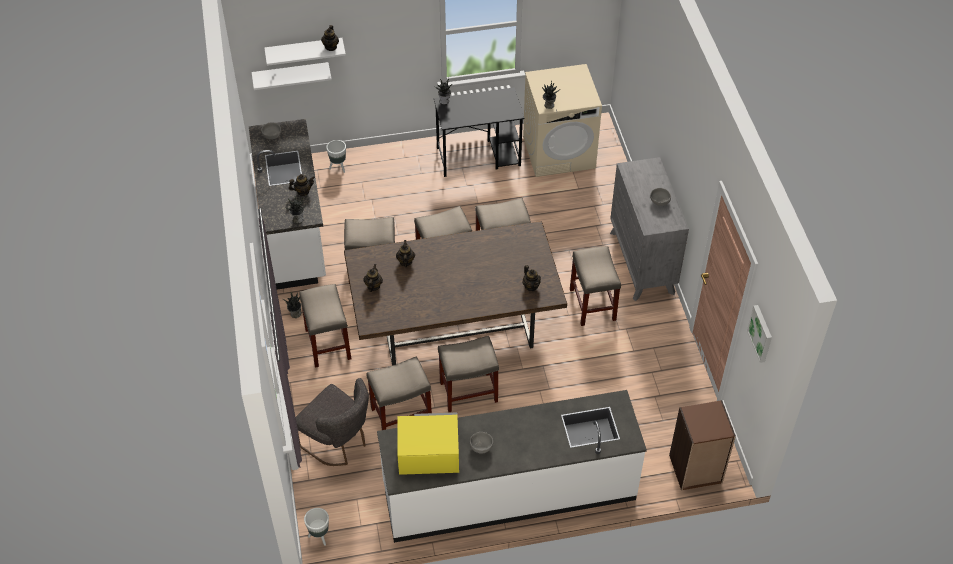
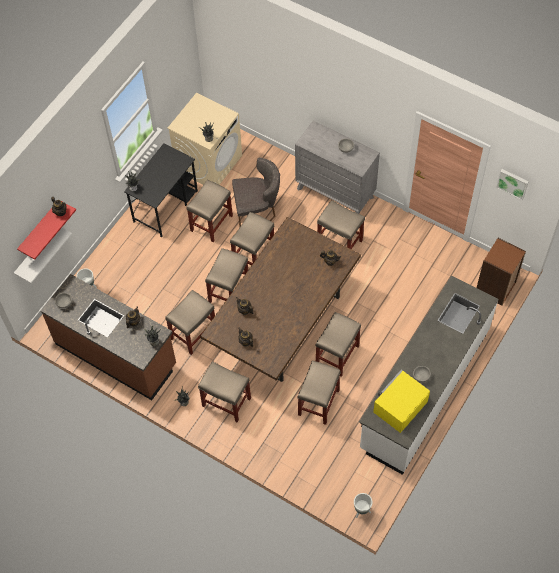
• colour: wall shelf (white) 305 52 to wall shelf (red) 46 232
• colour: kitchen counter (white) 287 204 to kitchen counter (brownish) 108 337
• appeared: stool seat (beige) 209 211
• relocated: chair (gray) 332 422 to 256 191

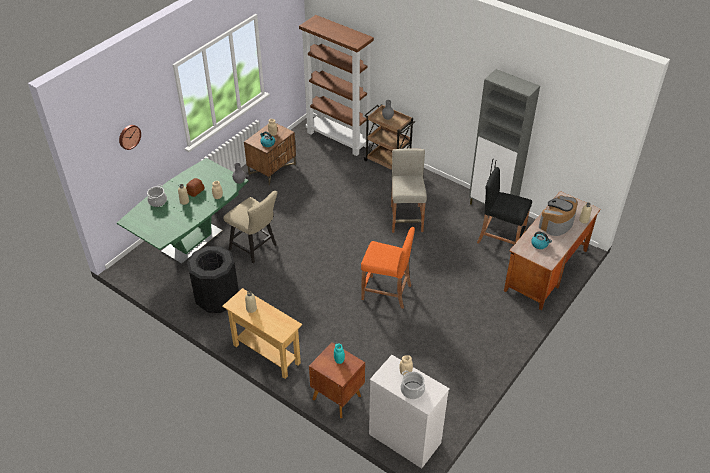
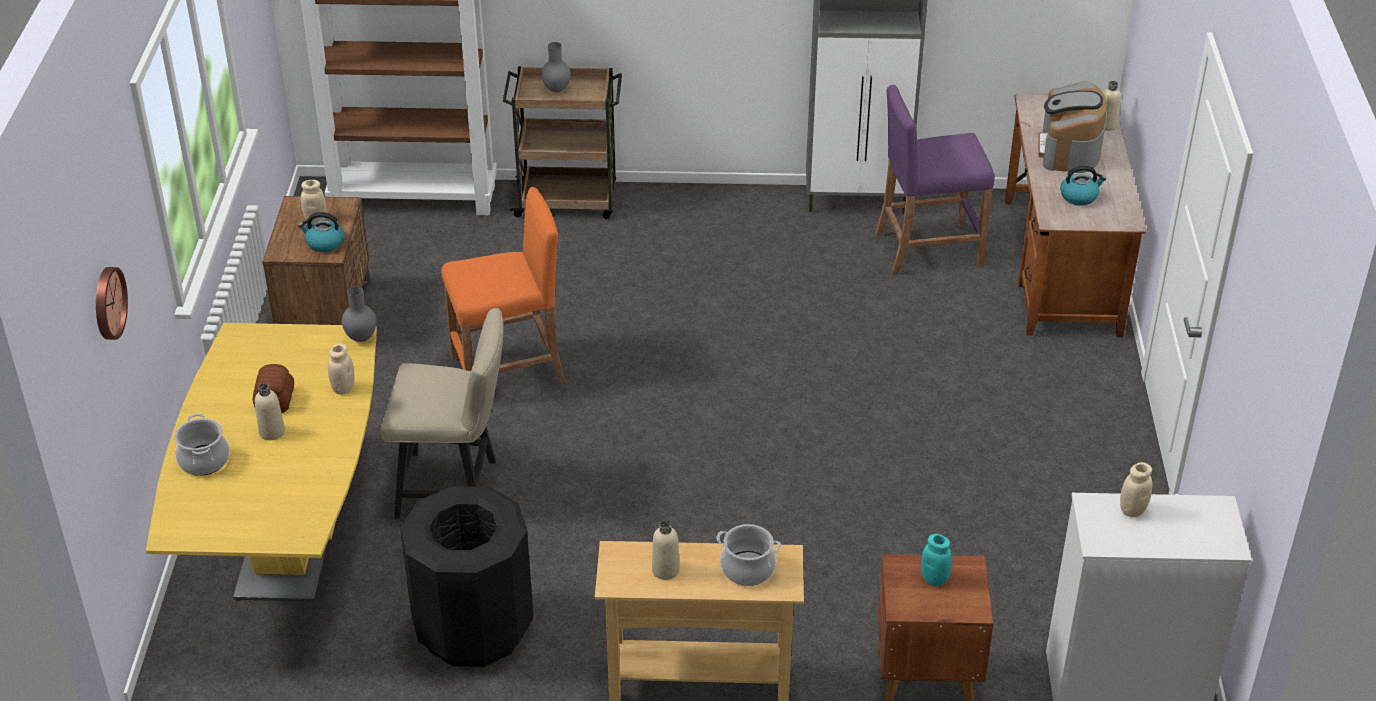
• colour: kitchen table (green-coloured) 182 211 to kitchen table (yellow) 261 462
• relocated: stool seat (orange) 388 268 to 504 286
• relocated: cooking pot 413 384 to 748 555
• colour: stool seat (black) 504 205 to stool seat (purple) 935 180
• missing: stool seat (beige) 409 190

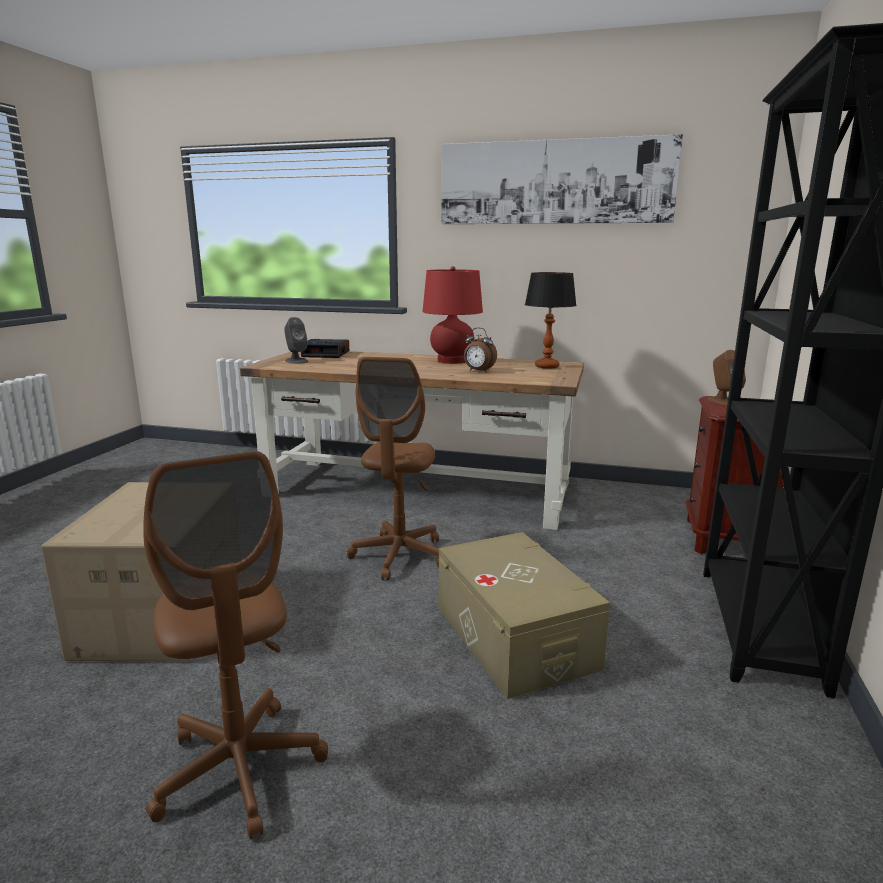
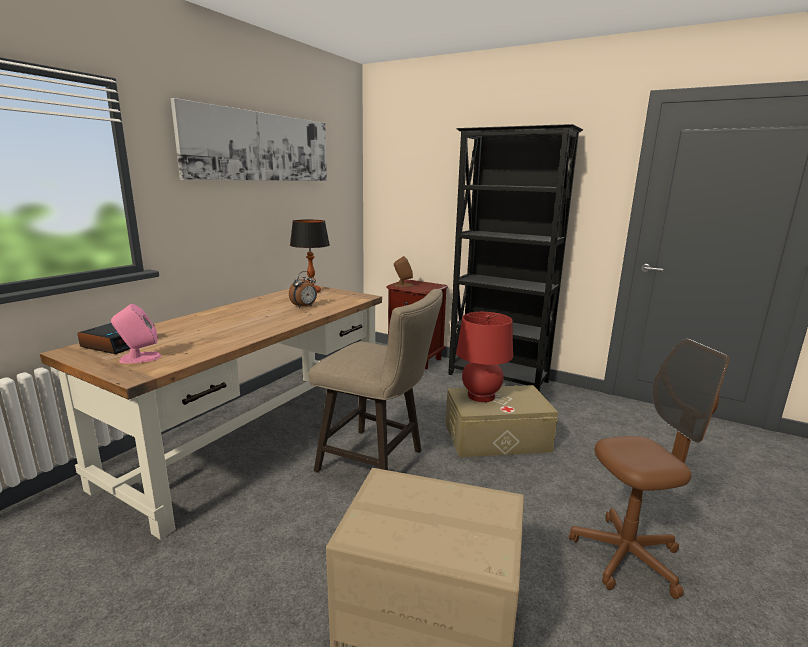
• colour: audio speaker (gray) 296 340 to audio speaker (pinkish) 136 334
• exchanged: desk chair (brownish) 393 469 to stool seat (beige) 375 380
• relocated: lamp for a table (red) 452 315 to 484 357

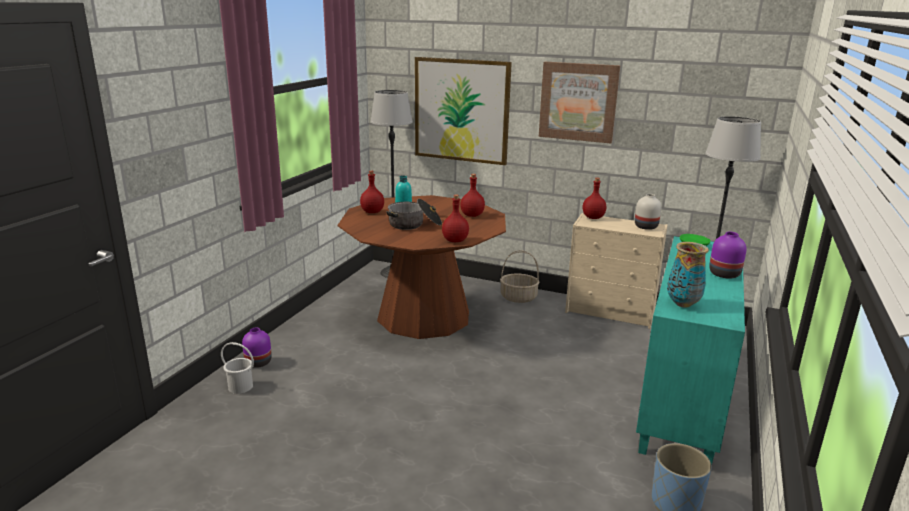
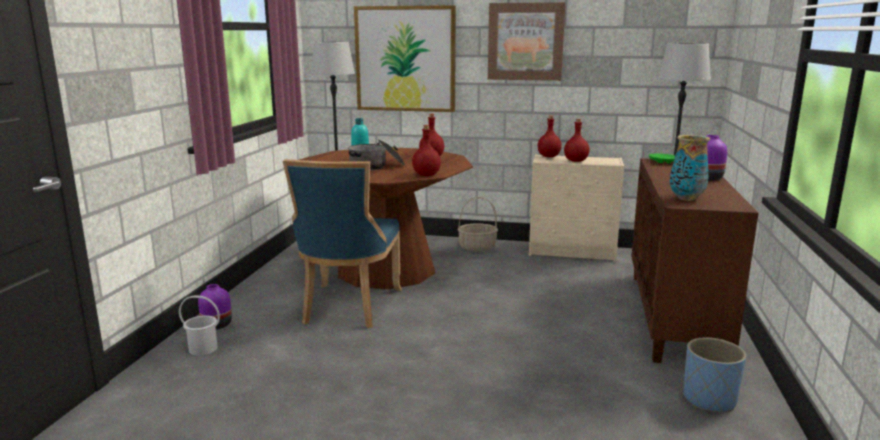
• appeared: chair (bluish) 342 243
• relocated: drink bottle (red) 372 192 to 576 140
• colour: storage cabinet (blue-green) 690 350 to storage cabinet (brownish) 694 260
• missing: decorative vase (white) 648 212

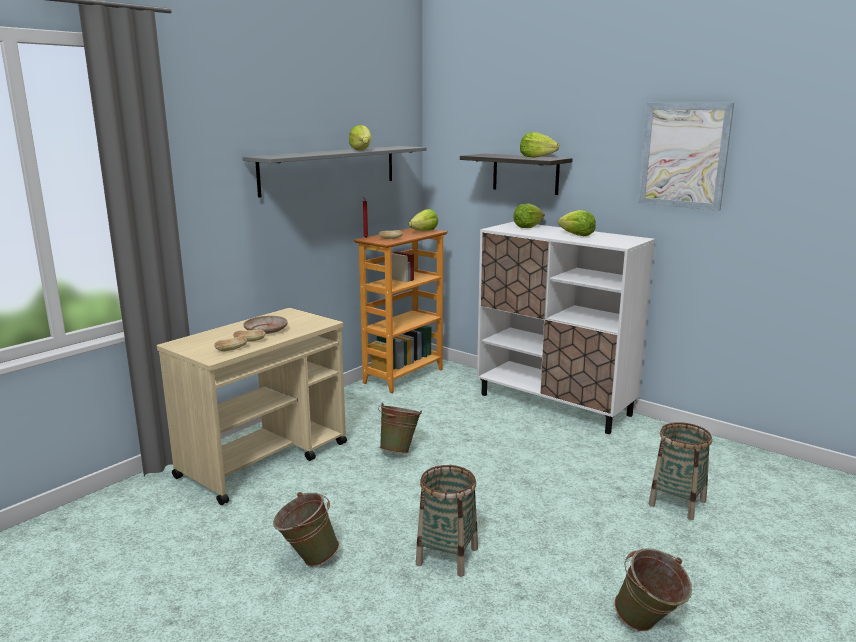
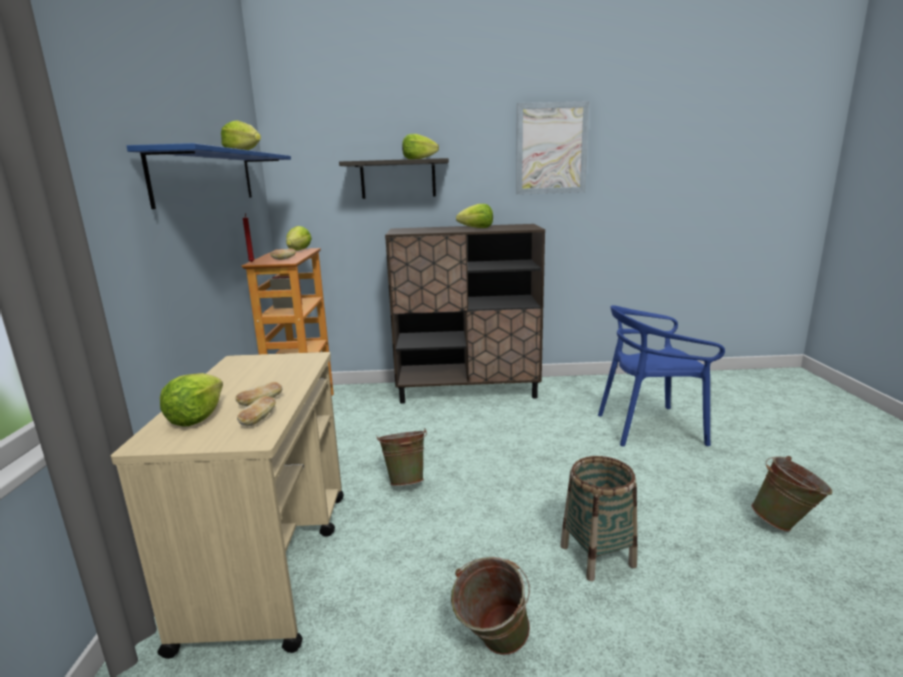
• colour: wall shelf (gray) 334 172 to wall shelf (bluish) 209 176
• relocated: lettuce head 528 215 to 191 400
• colour: storage cabinet (white) 566 328 to storage cabinet (brownish) 465 314
• exchanged: basket 680 471 to chair (bluish) 661 375
• missing: dinner plate (beige) 265 325

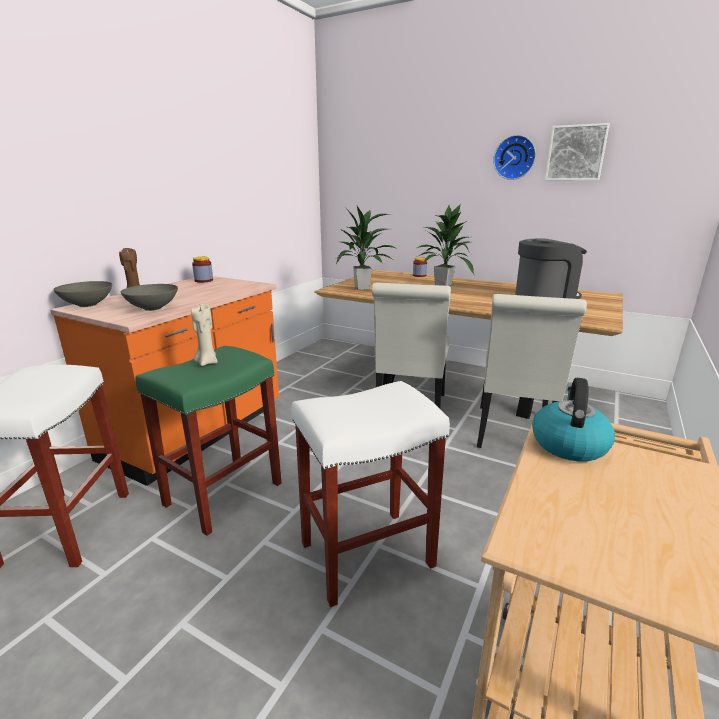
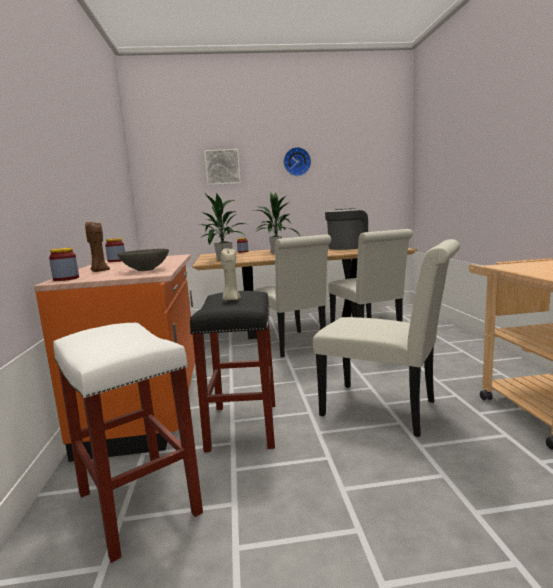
• exchanged: bowl (gray) 82 294 to jar 64 264
• colour: stool seat (green-coloured) 208 441 to stool seat (black) 232 371
• relocated: wall picture 577 151 to 222 167
• exchanged: stool seat (white) 371 494 to chair (white) 386 338
• missing: kettle 573 420

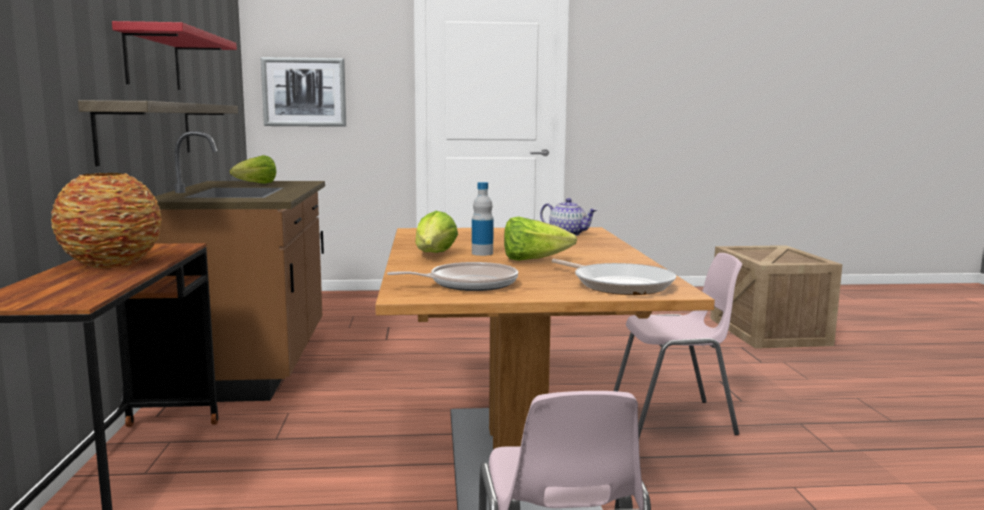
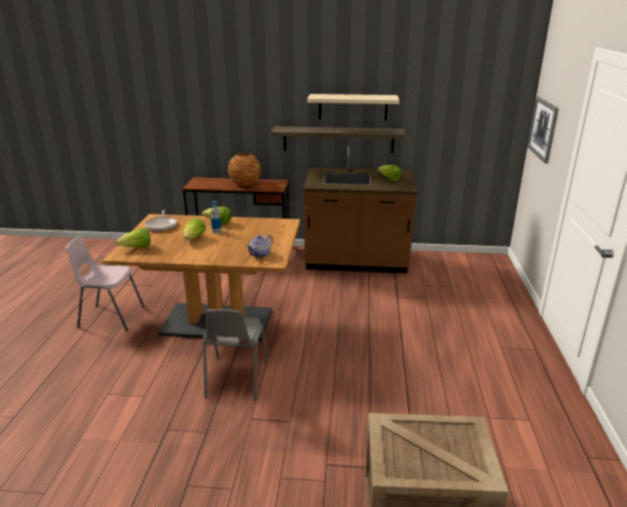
• exchanged: pan 613 277 to lettuce head 133 238
• colour: chair (pinkish) 678 345 to chair (gray) 235 354
• colour: wall shelf (red) 174 55 to wall shelf (beige) 353 107

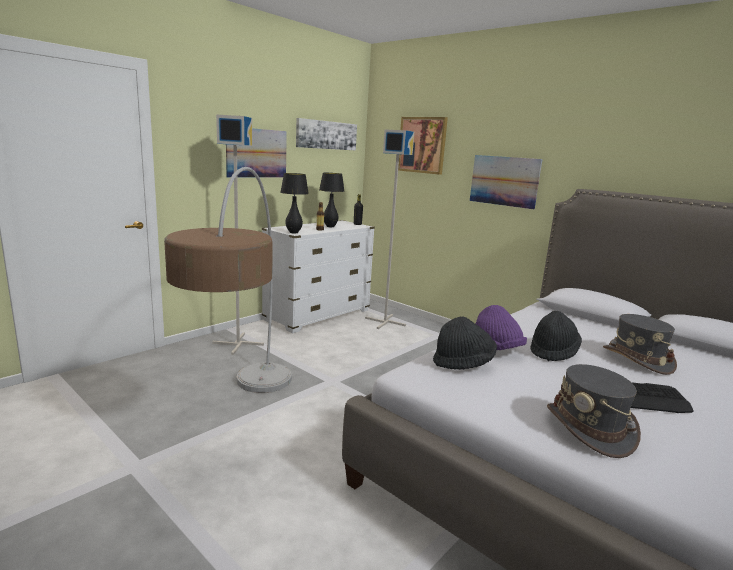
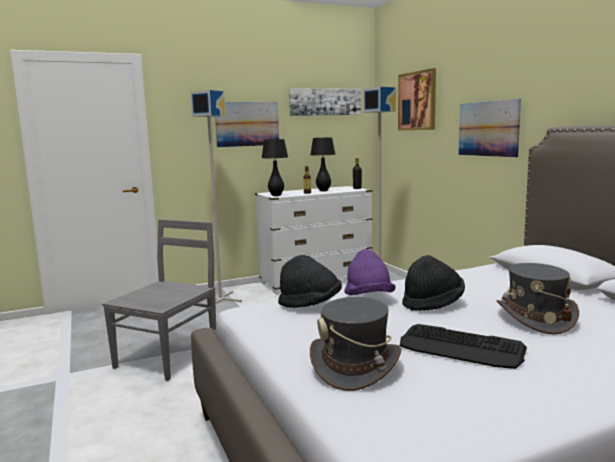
• exchanged: standing lamp 228 280 to chair (gray) 159 300

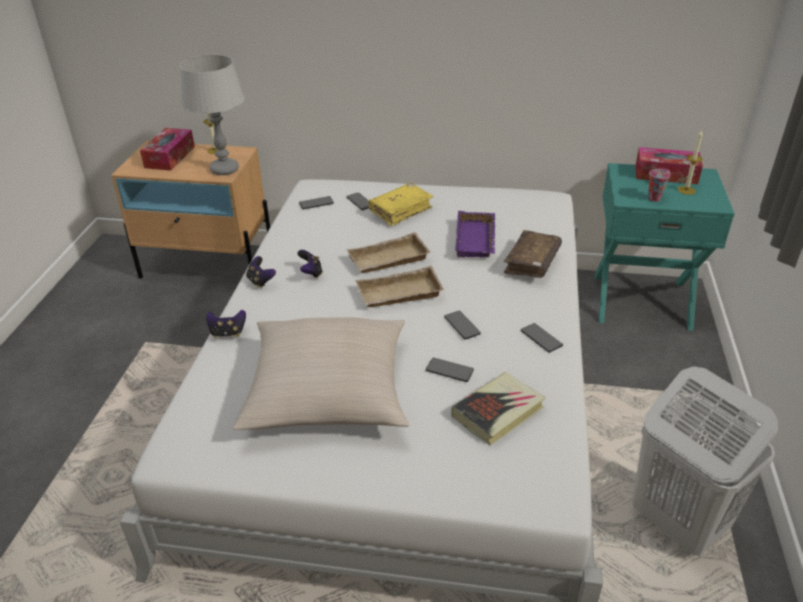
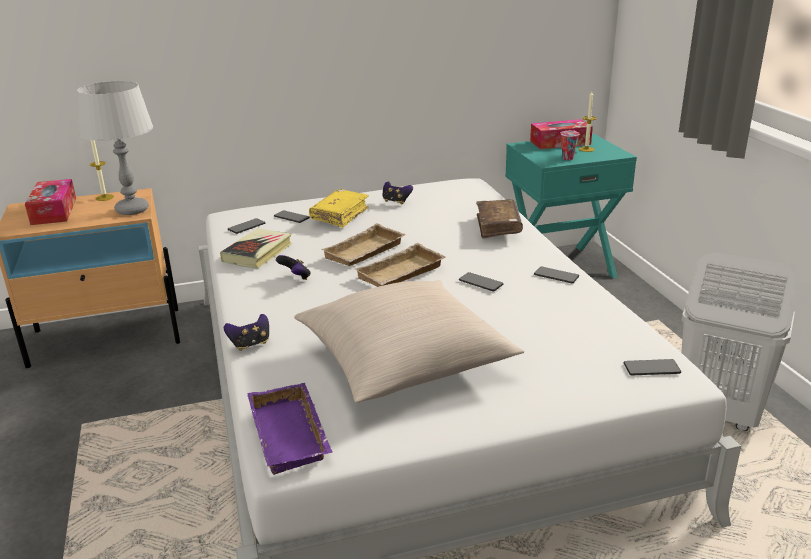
• relocated: volume 498 408 to 256 248
• relocated: carrying tray (purple) 475 234 to 289 429
• relocated: game controller 261 272 to 398 193
• relocated: phone 450 370 to 652 367

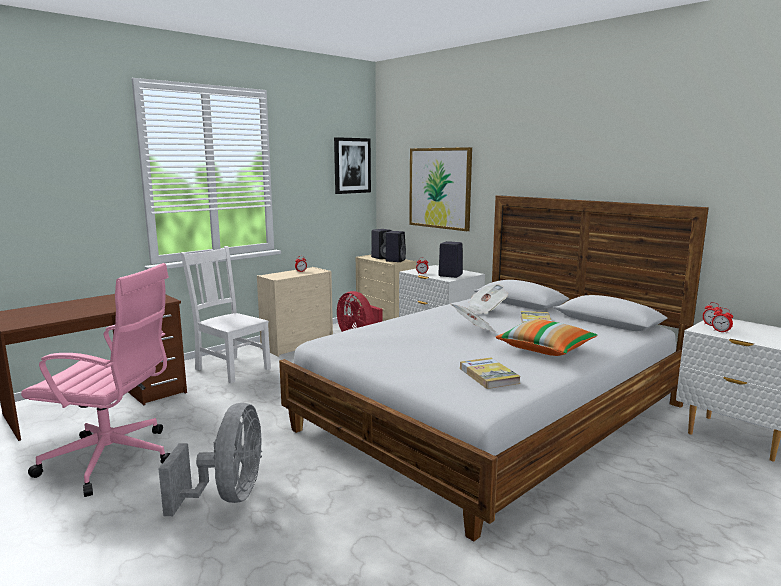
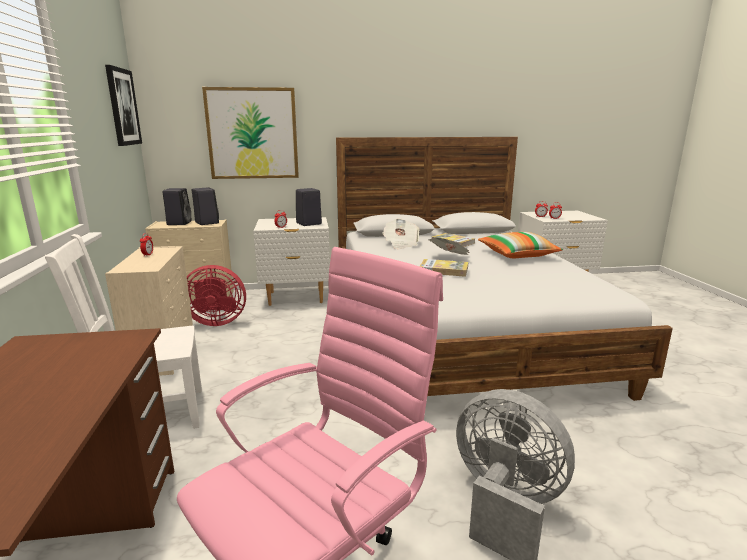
• relocated: volume 490 373 to 444 268

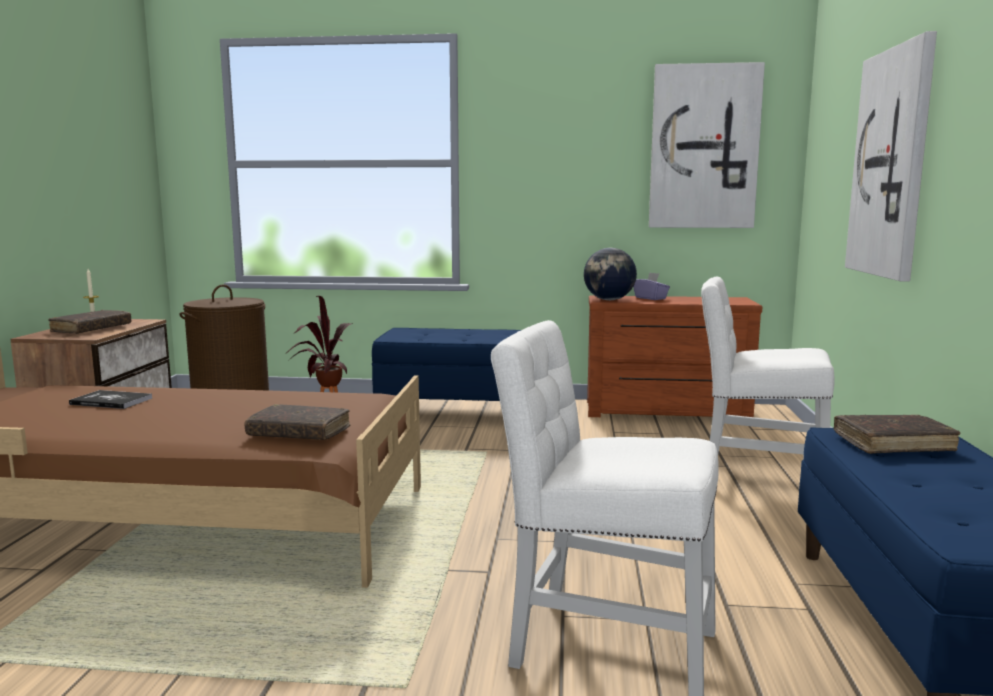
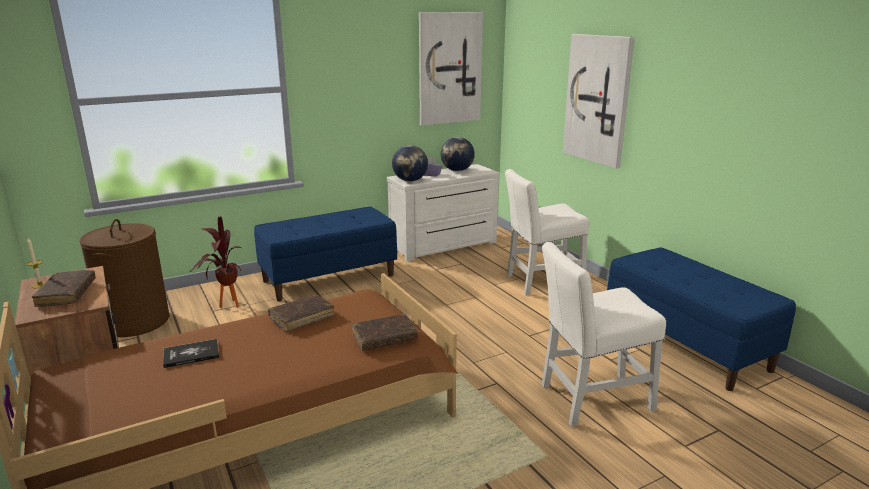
• relocated: volume (brownish) 897 434 to 301 313
• colour: dresser (brownish) 675 356 to dresser (white) 443 212
• appeared: globe 458 154

